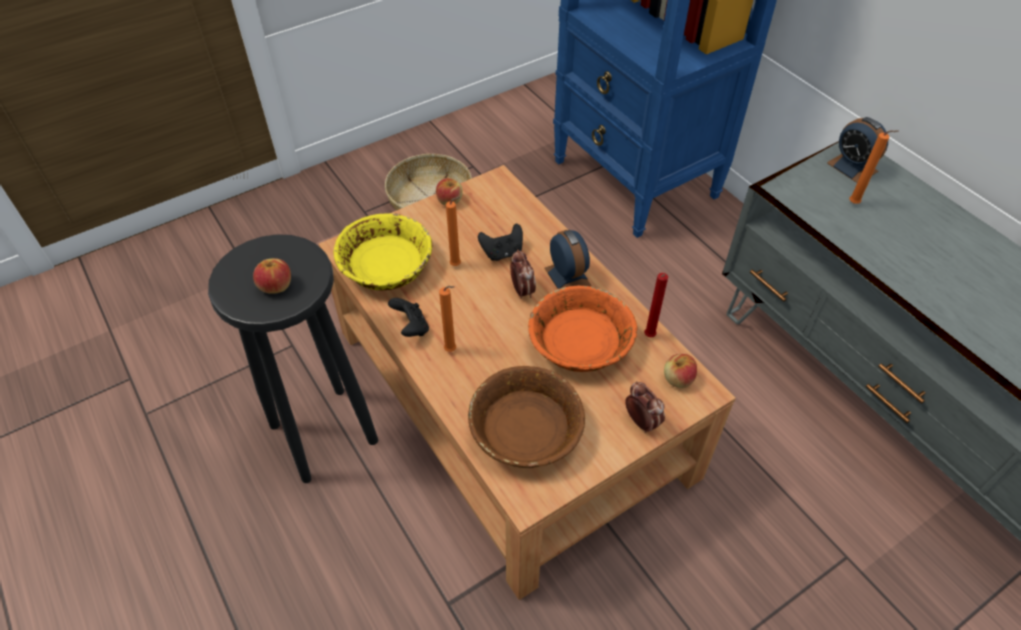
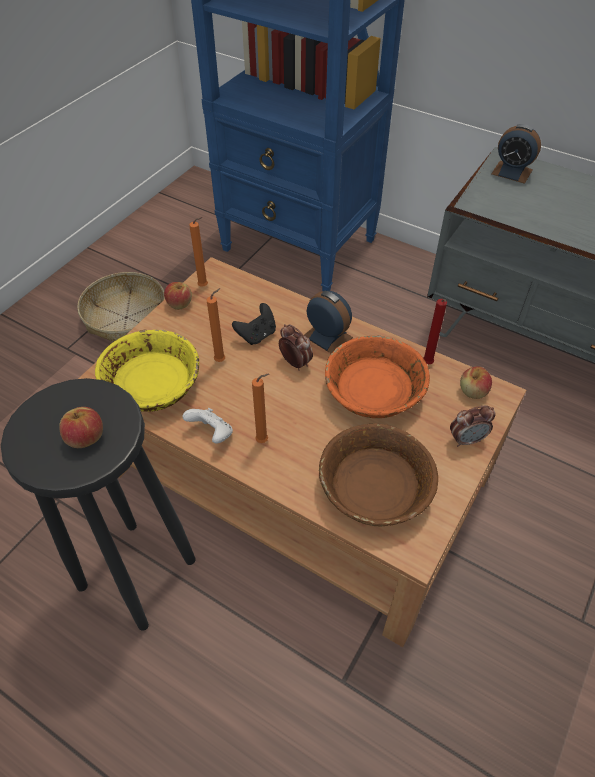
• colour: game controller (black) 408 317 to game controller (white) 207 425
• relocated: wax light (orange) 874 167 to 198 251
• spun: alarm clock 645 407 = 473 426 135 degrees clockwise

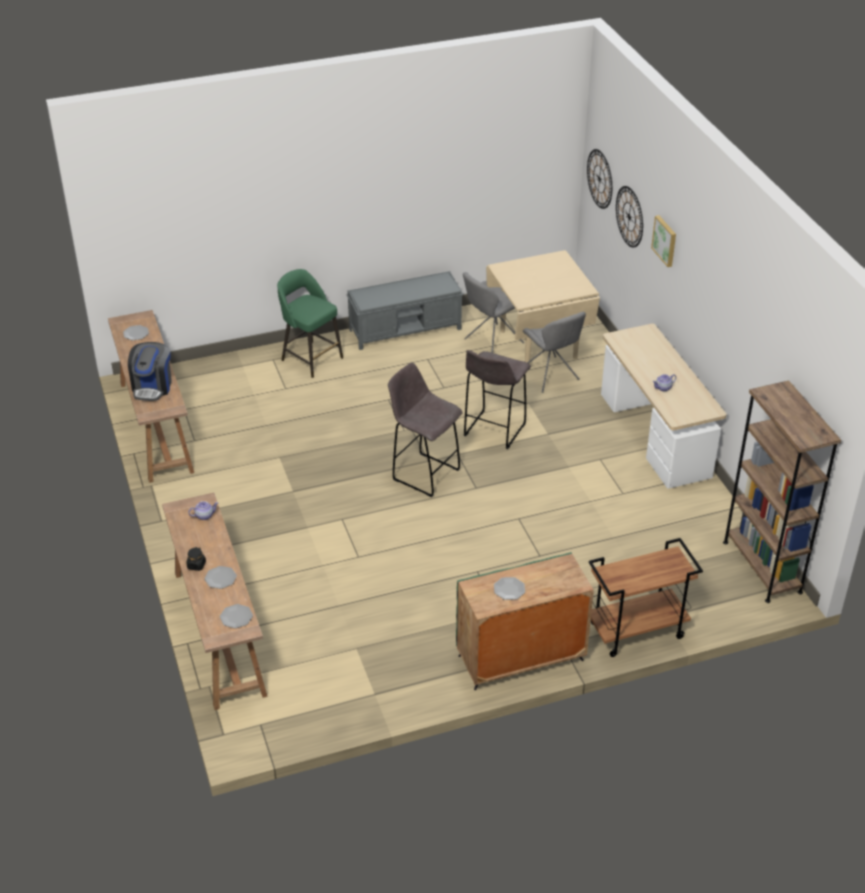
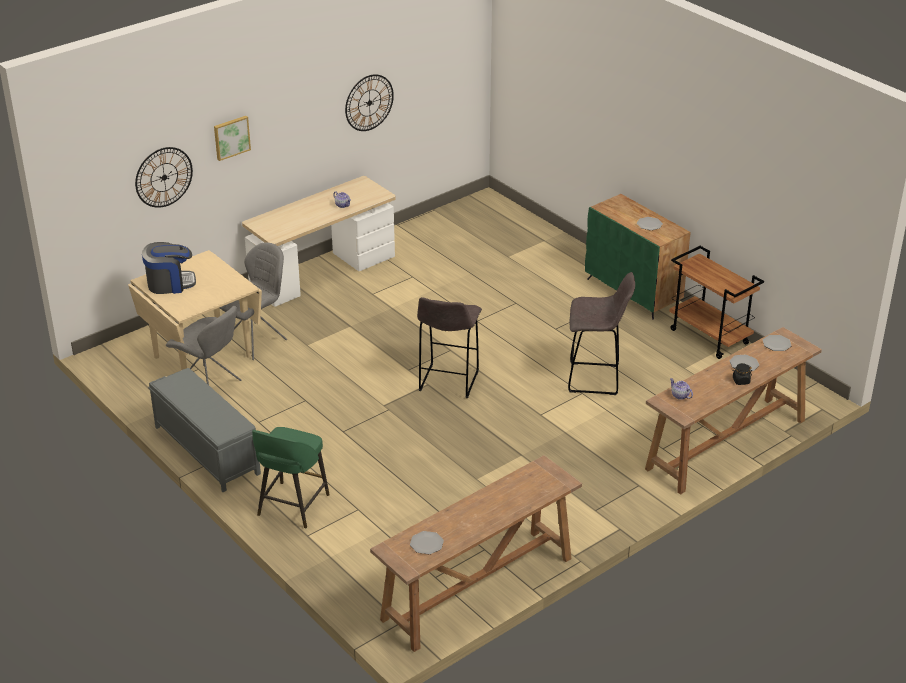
• relocated: coffee brewer 150 371 to 169 268
• relocated: wall clock 599 179 to 369 102
• relocated: stool seat (gray) 497 399 to 601 333
• relocated: cart (brownish) 646 597 to 716 302
• missing: bookshelf (brownish) 782 491

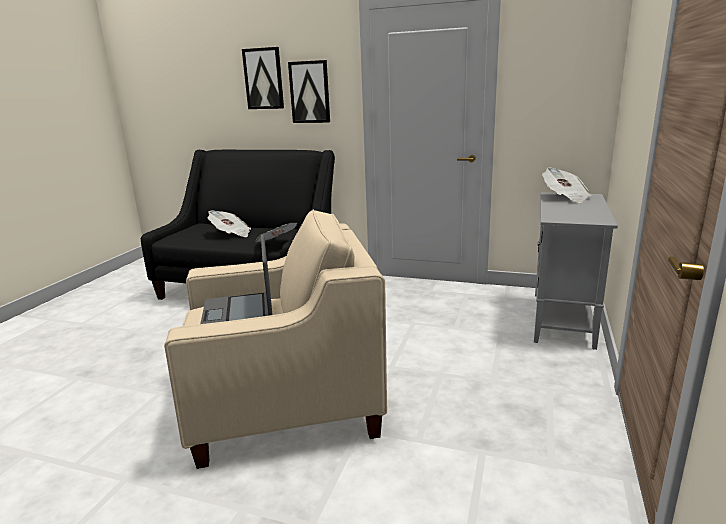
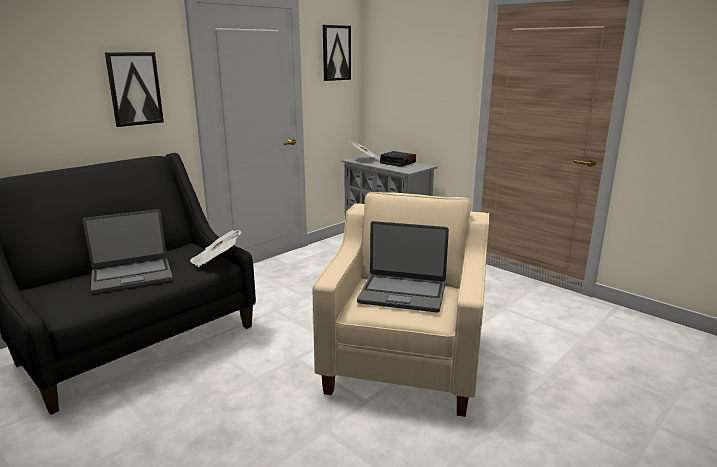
• exchanged: daily paper 229 223 to laptop 128 251
• relocated: wall picture 263 78 to 337 53
• appeared: alarm clock 398 159

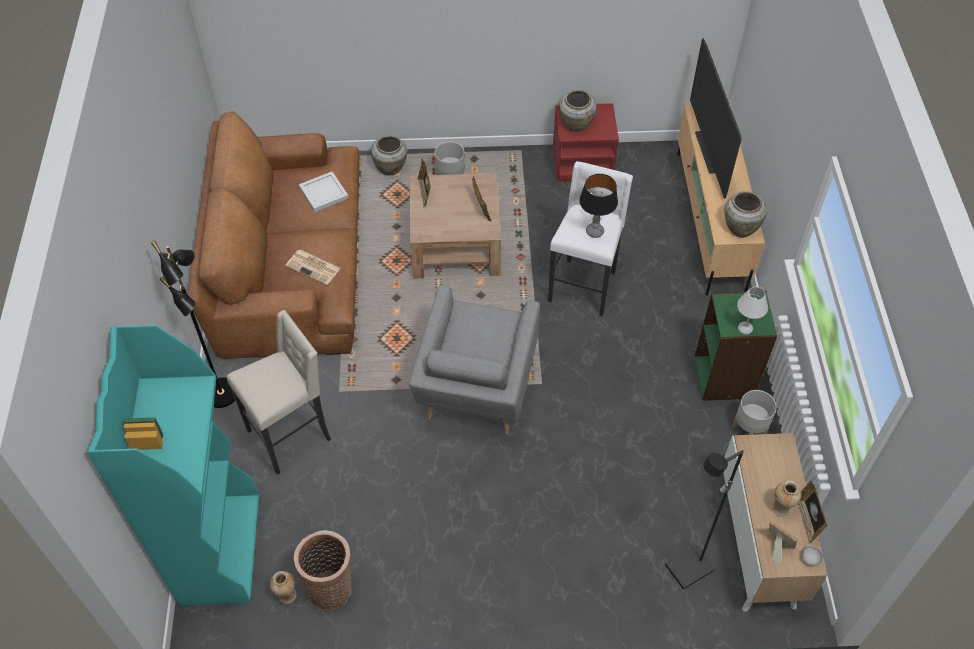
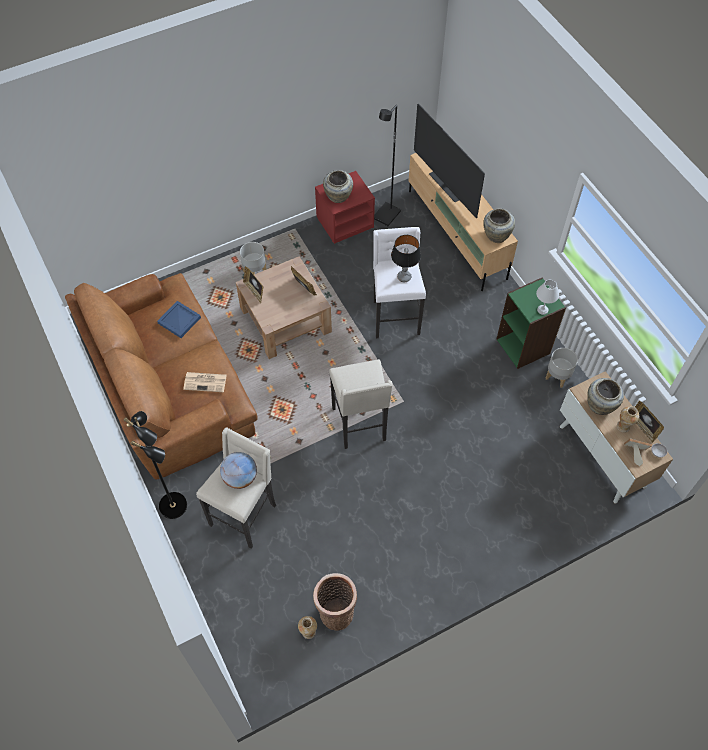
• colour: carrying tray (white) 324 191 to carrying tray (bluish) 179 319
• appeared: globe 238 470
• exchanged: lounge chair (gray) 474 360 to stool seat (beige) 361 404
• relocated: standing lamp (black) 704 520 to 387 166
• relocated: decorative vase (beige) 389 155 to 605 396
• missing: bookshelf (blue-green) 173 465

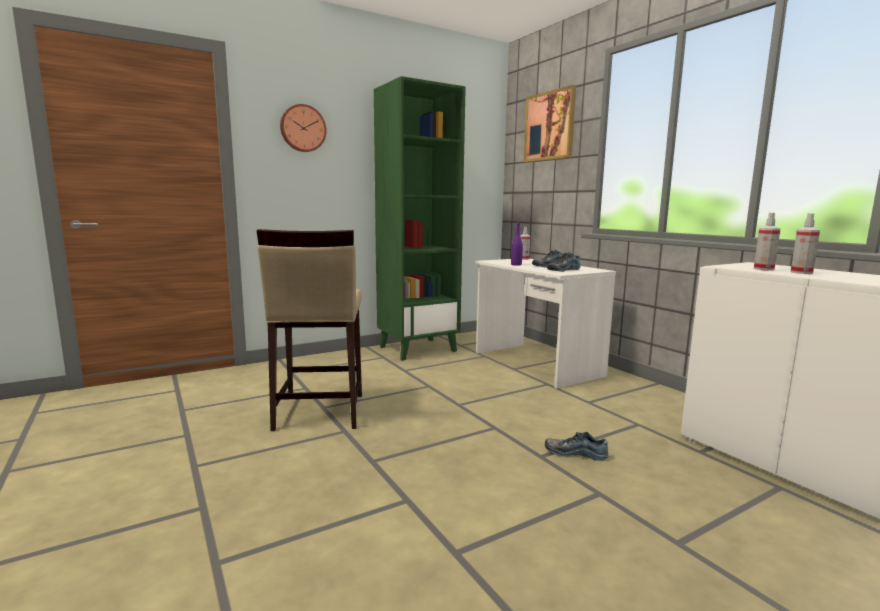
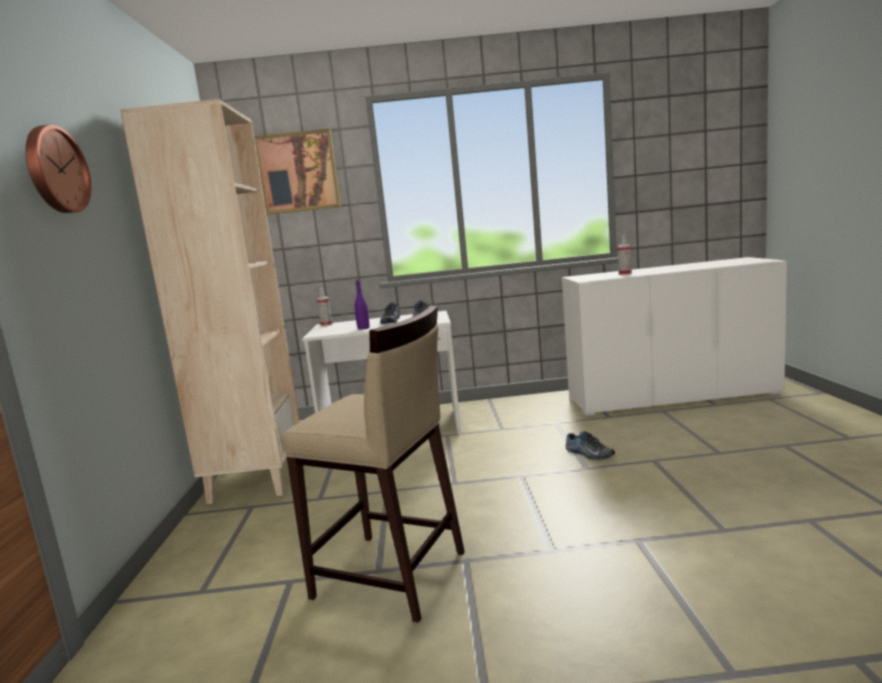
• colour: bookshelf (green-coloured) 420 218 to bookshelf (beige) 210 301
• spun: low shoe 577 446 = 590 445 90 degrees counterclockwise
• missing: sprayer 767 241

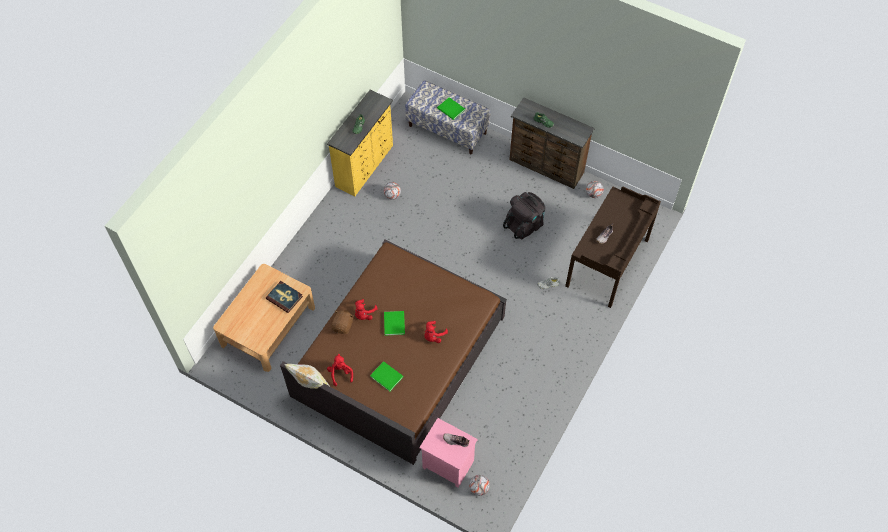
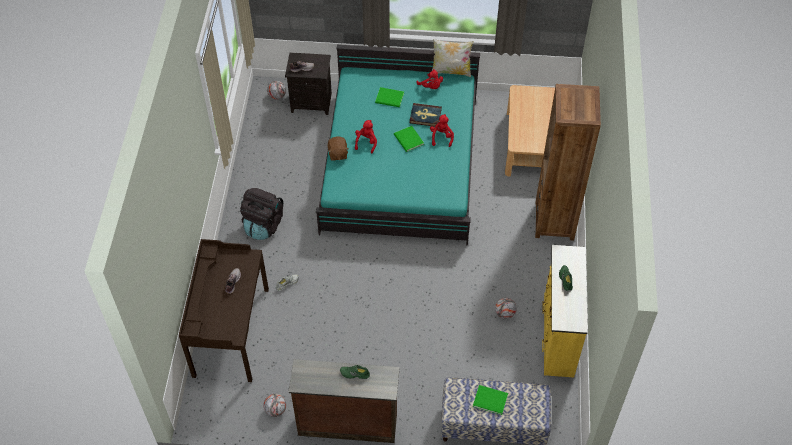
• relocated: knapsack (black) 524 215 to 261 214
• colour: bedside table (pinkish) 448 453 to bedside table (black) 308 83
• colour: sleeping bed (brownish) 393 352 to sleeping bed (blue-green) 398 145
• relocated: soft toy (brownish) 342 322 to 338 149
• relocated: volume 284 297 to 426 115
• appeared: bookshelf (brownish) 568 162

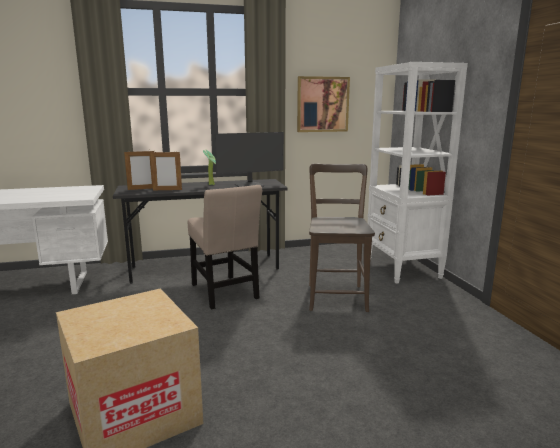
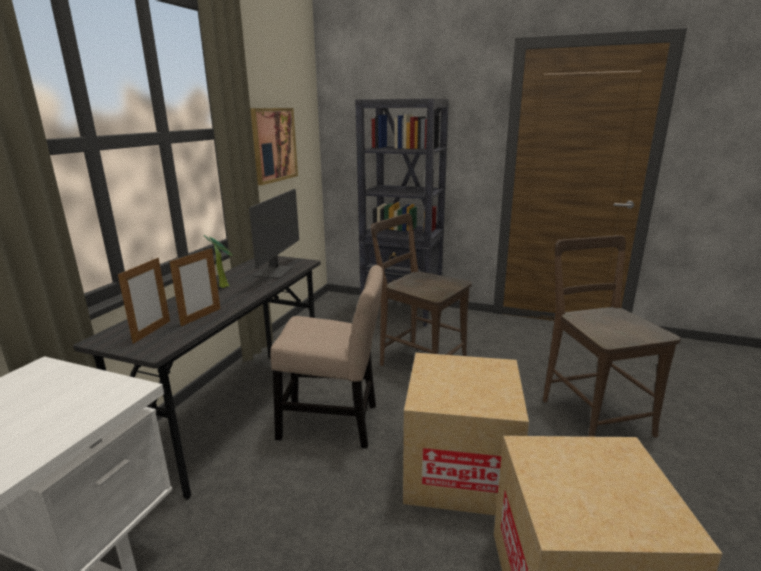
• colour: bookshelf (white) 417 173 to bookshelf (black) 402 212
• appeared: packing box 466 434
• appeared: chair (brownish) 612 336

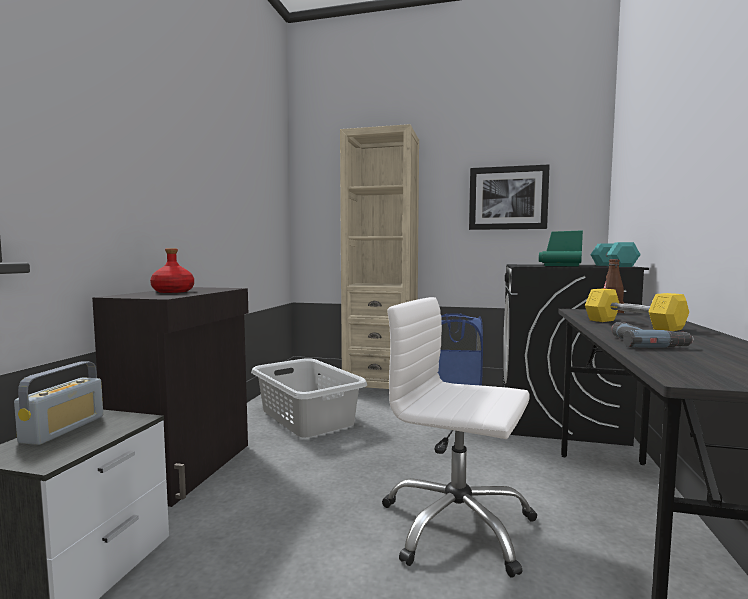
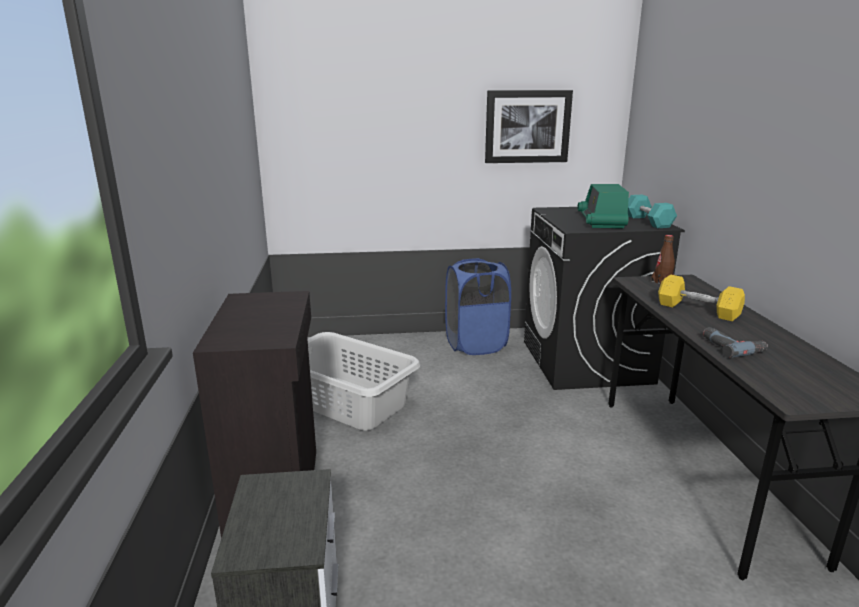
• missing: radio receiver 58 403
• missing: drink bottle (red) 172 270
• missing: bookshelf (beige) 379 256
• missing: desk chair (white) 459 437

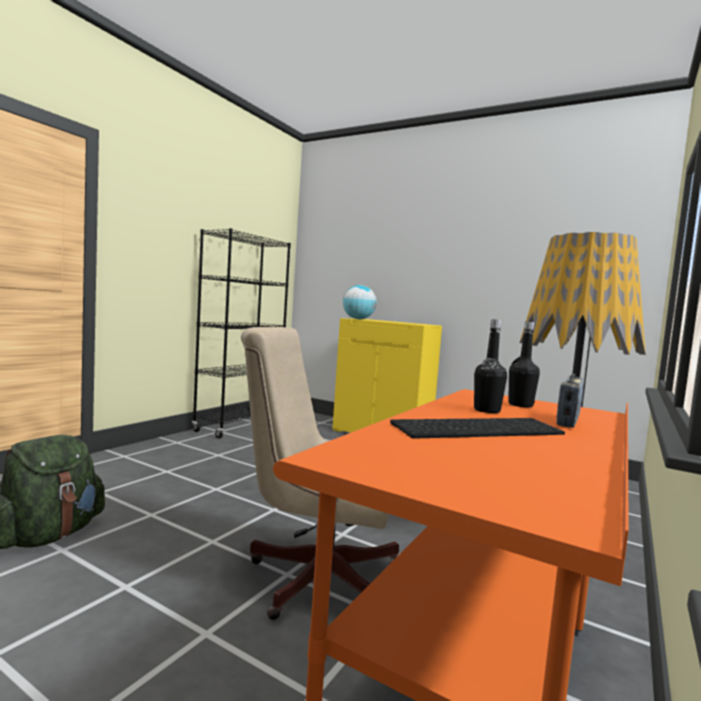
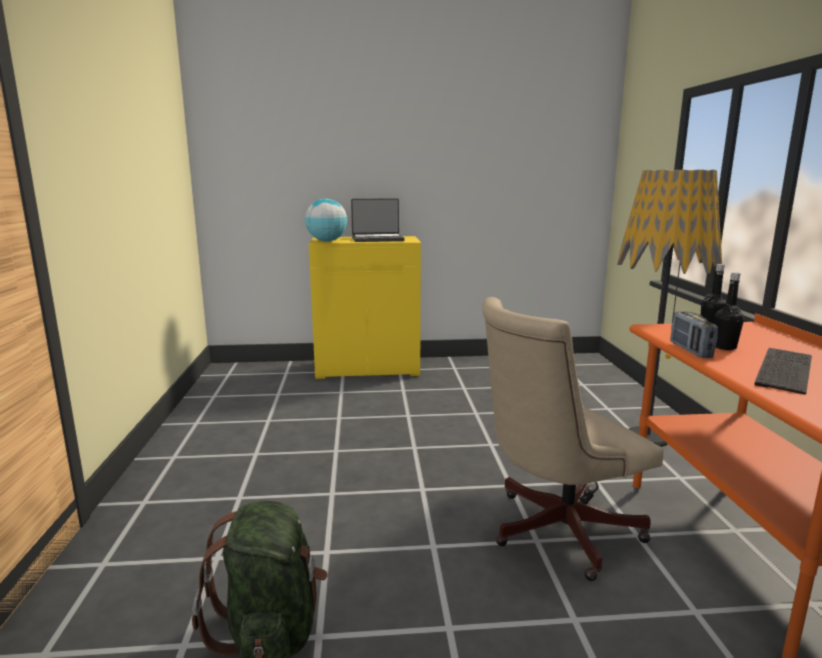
• appeared: laptop 378 220
• relocated: radio receiver 570 401 to 694 334
• missing: bookshelf (black) 241 333

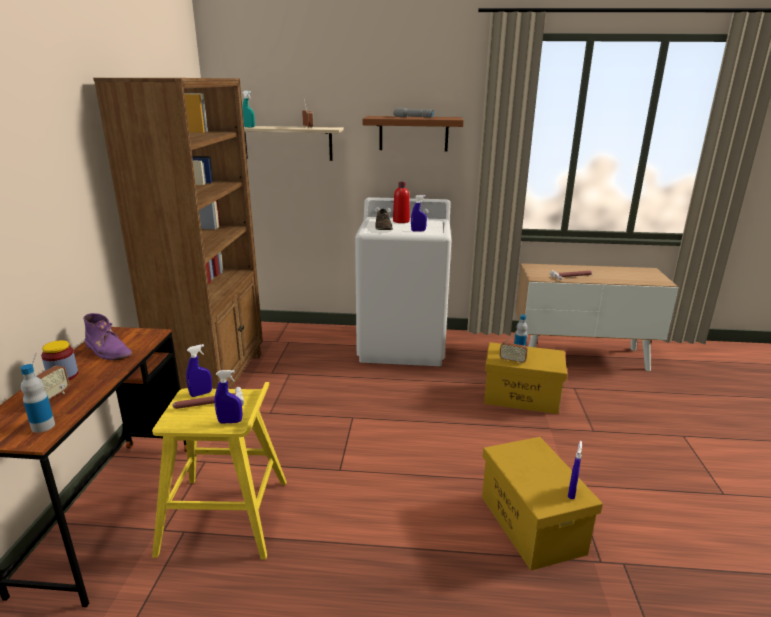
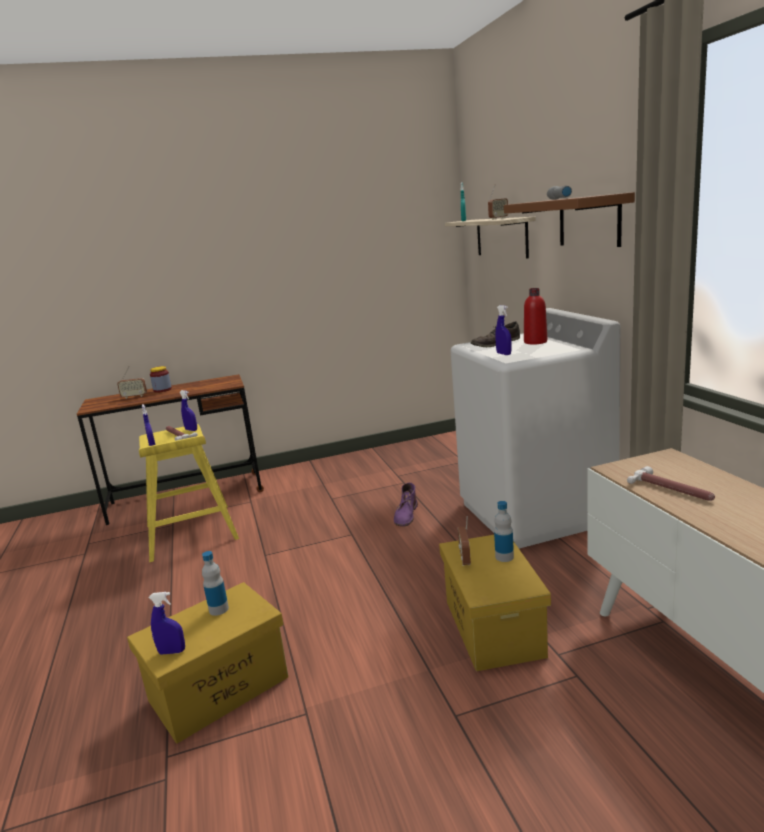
• relocated: drink bottle 38 398 to 215 583
• relocated: tall boot (purple) 107 337 to 406 504
• missing: bookshelf (brownish) 178 233

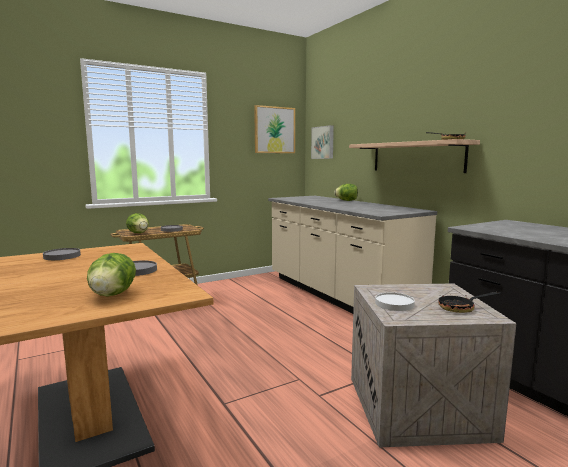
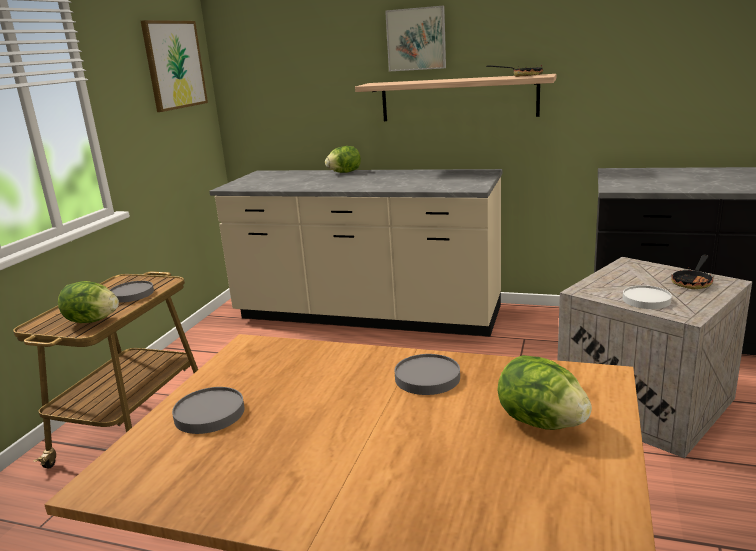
• relocated: wall picture 322 142 to 415 38

